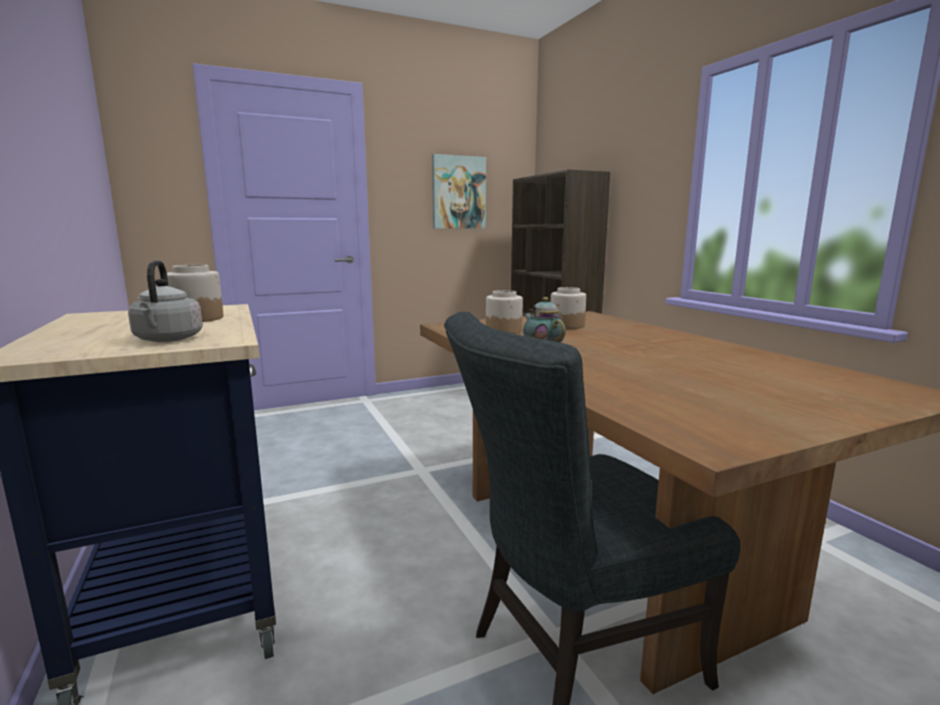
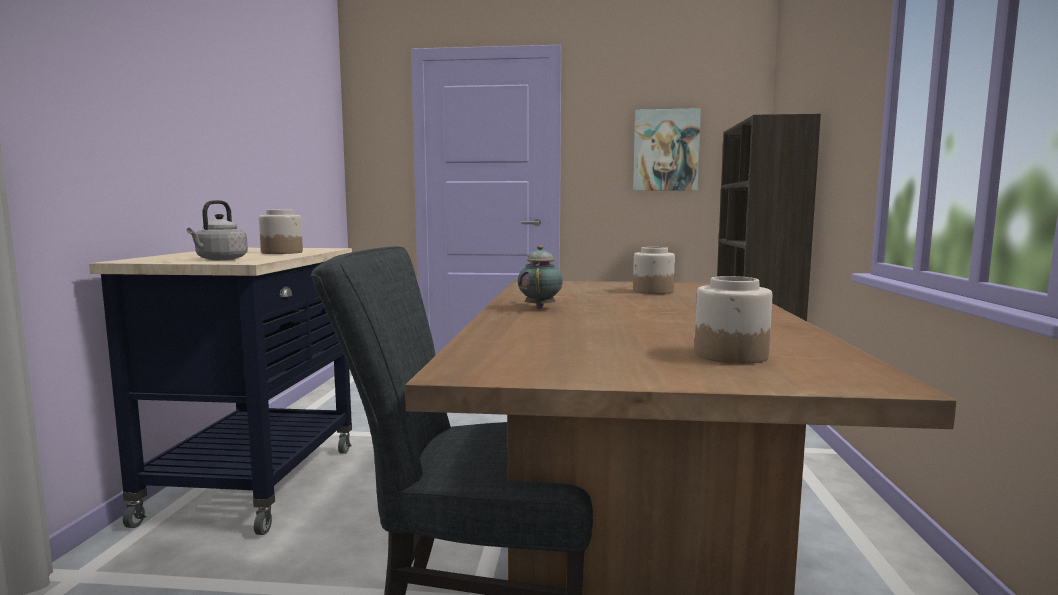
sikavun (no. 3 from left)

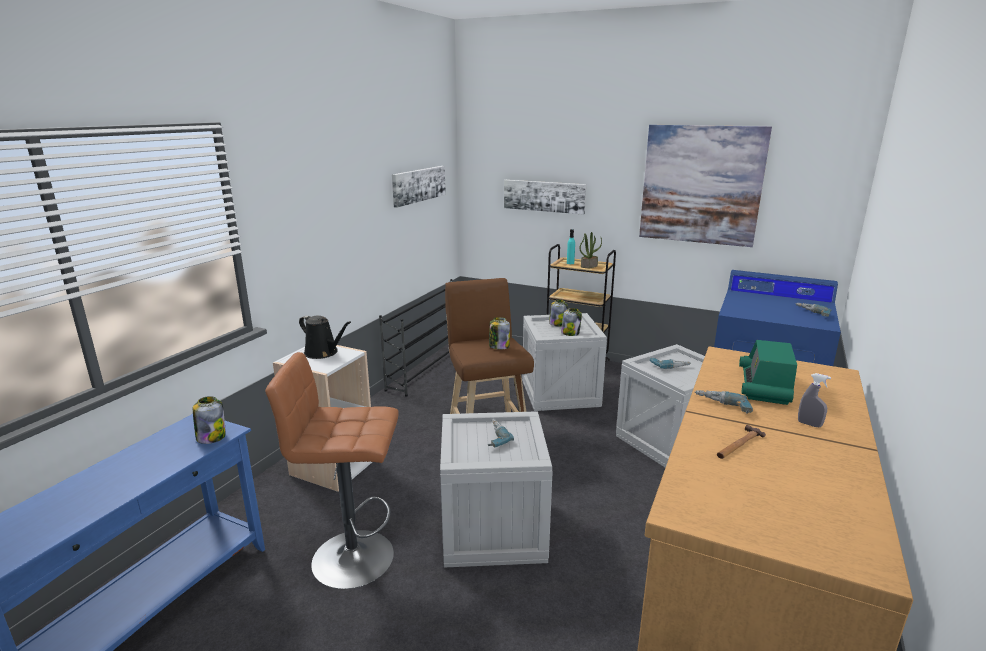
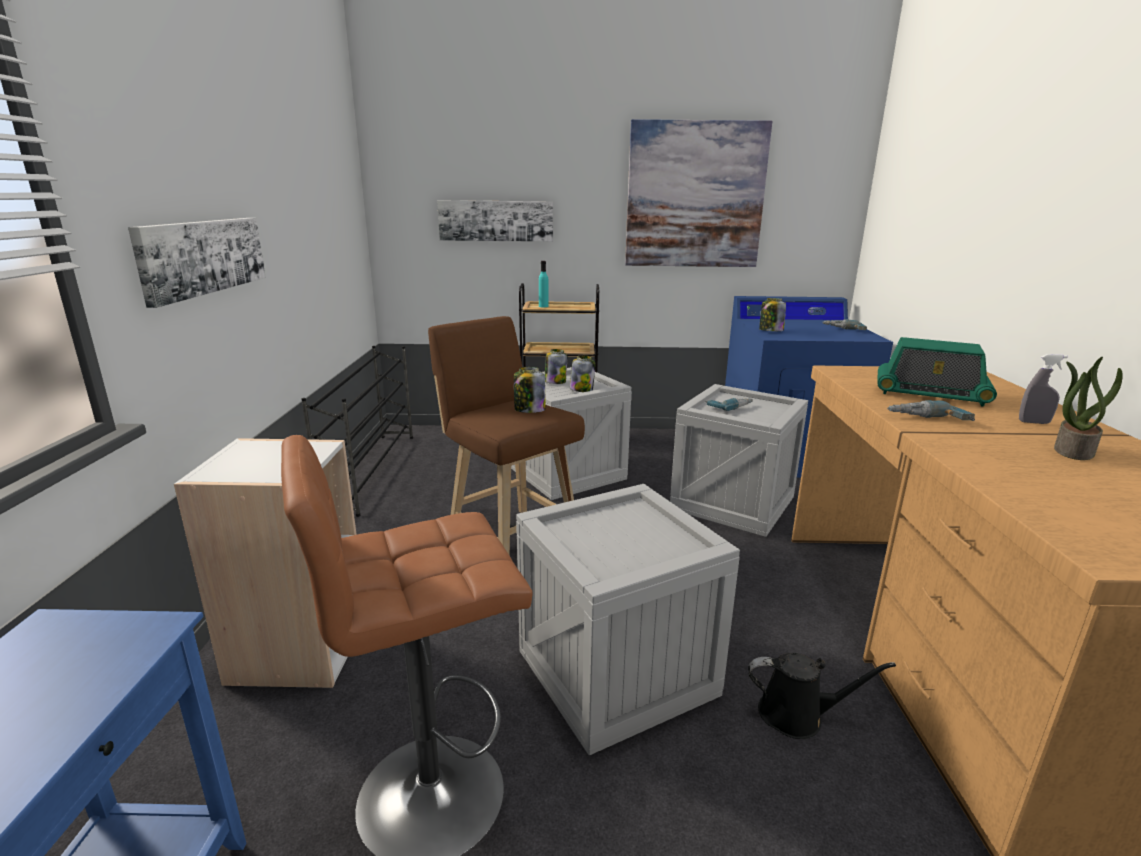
sikavun (no. 4 from left); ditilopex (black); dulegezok (no. 1 from left); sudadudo (no. 1 from left in the first image); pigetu; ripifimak; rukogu

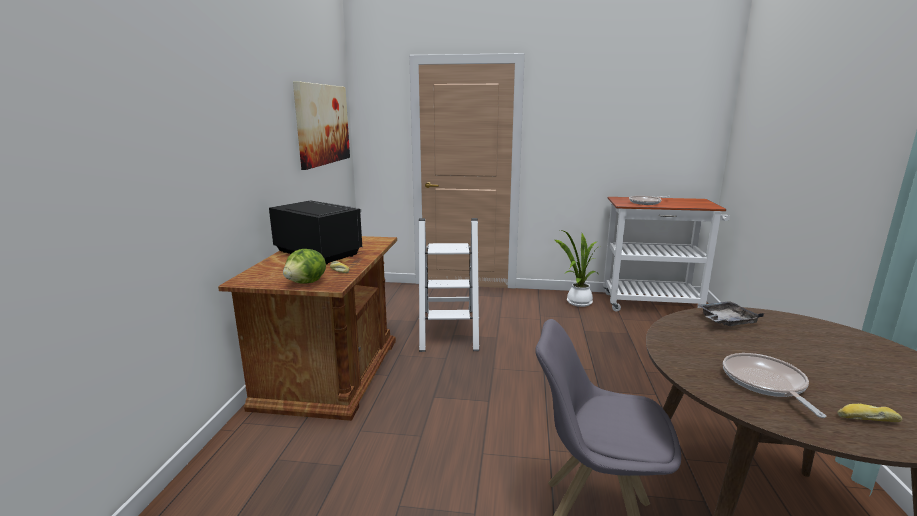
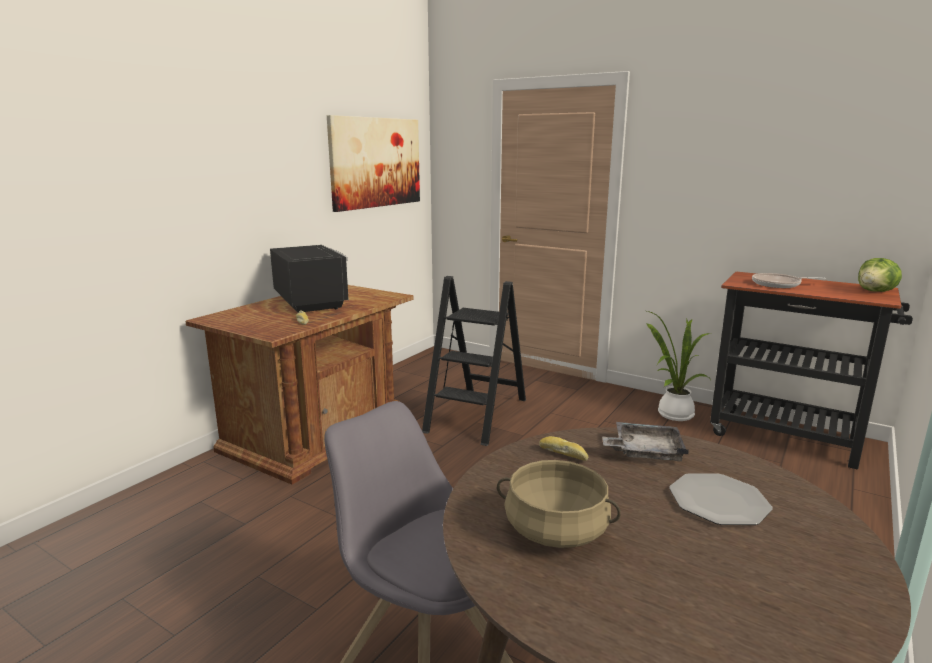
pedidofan; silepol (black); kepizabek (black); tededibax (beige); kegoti (no. 2 from left); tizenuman

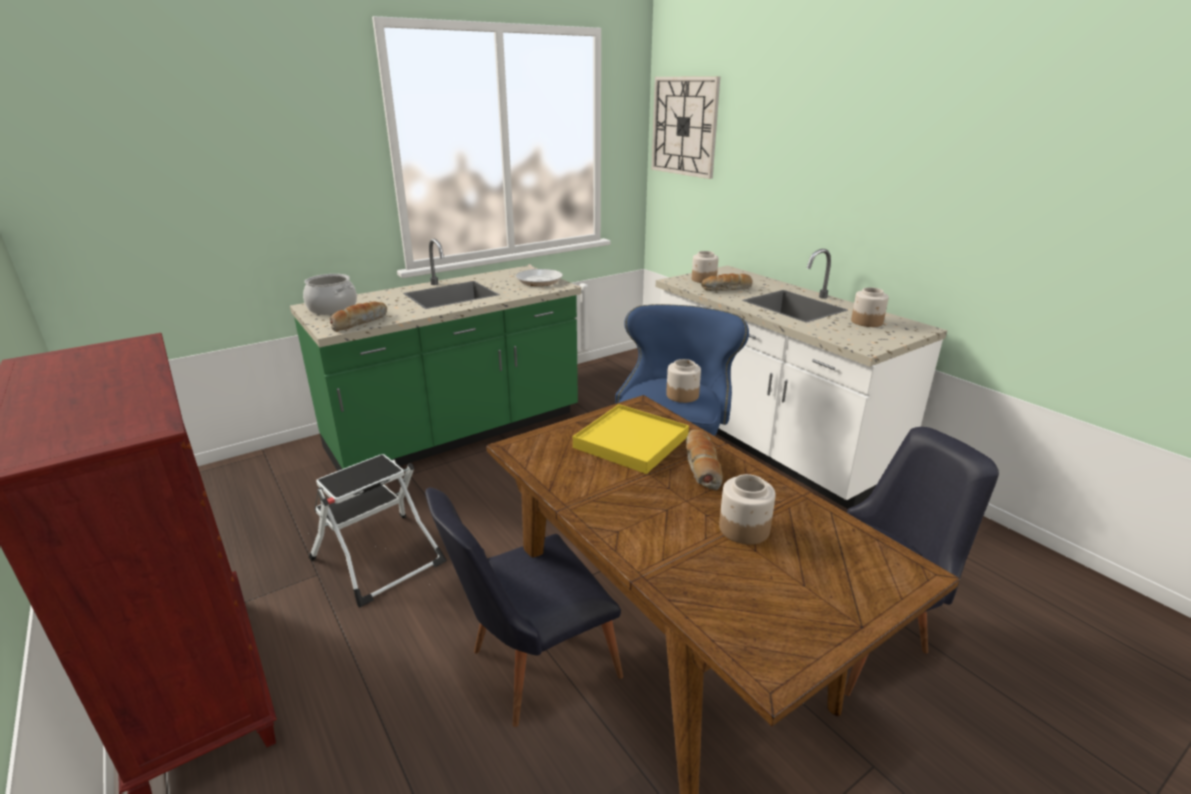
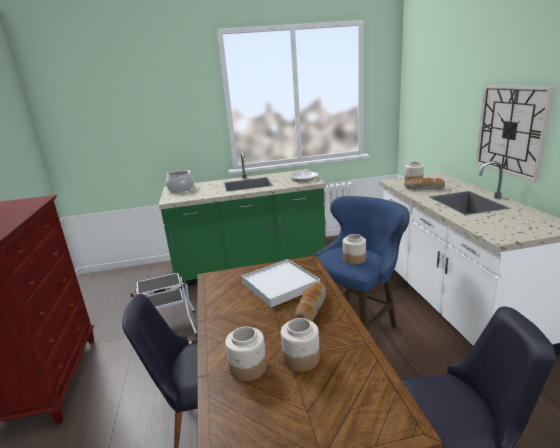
kegoti (no. 1 from left in the first image); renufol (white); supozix; sikavun (no. 1 from left)

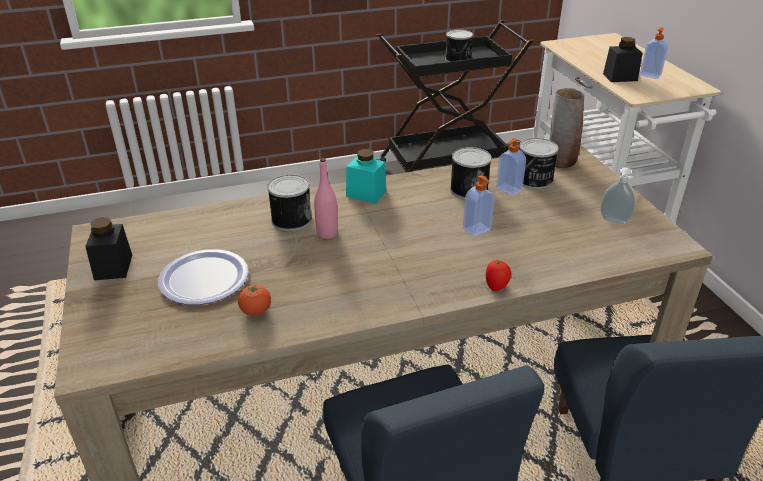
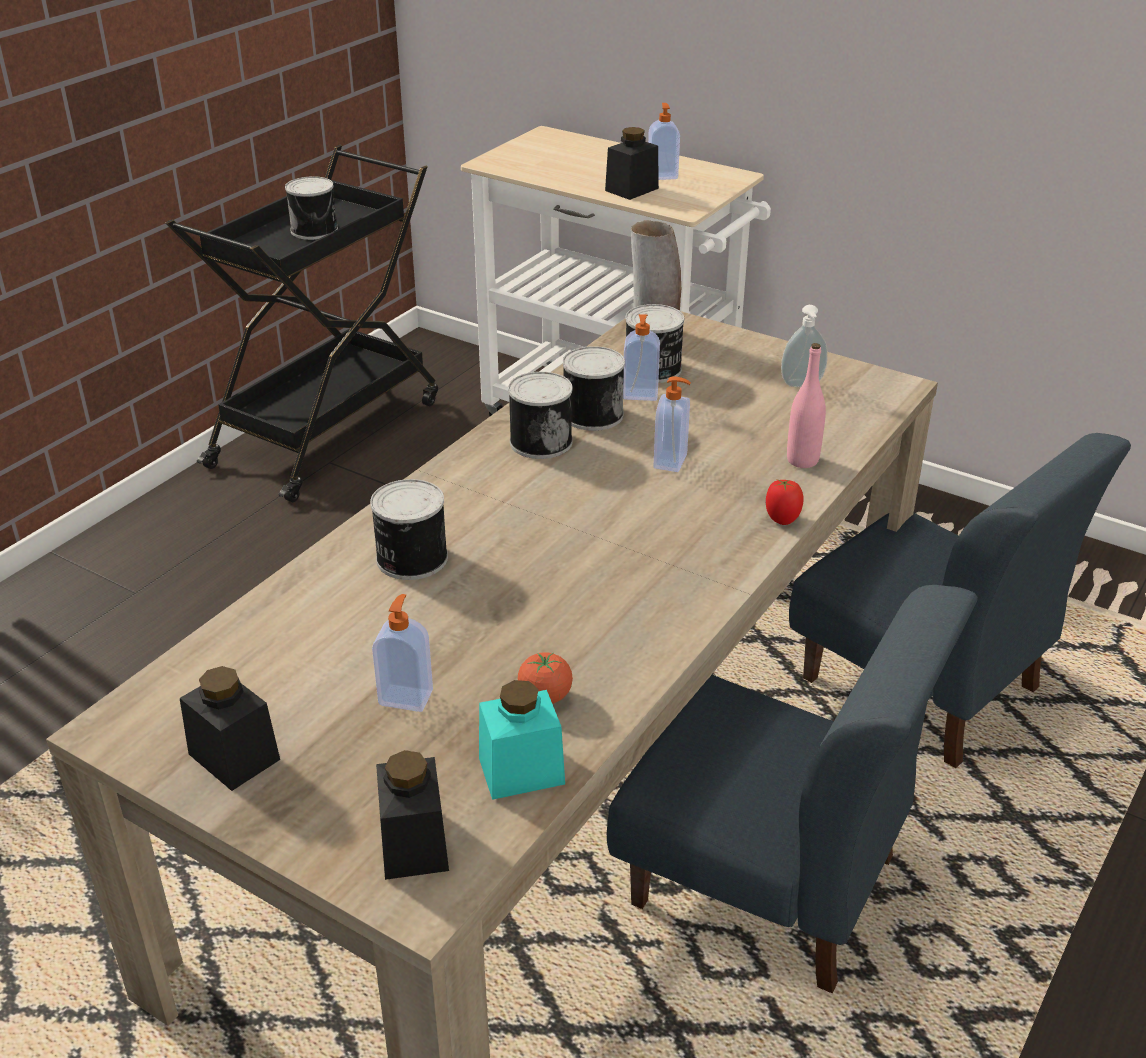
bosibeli (no. 1 from left); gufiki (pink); sikavun (turquoise); sikavun (black) (no. 2 from left); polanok (no. 3 from left)

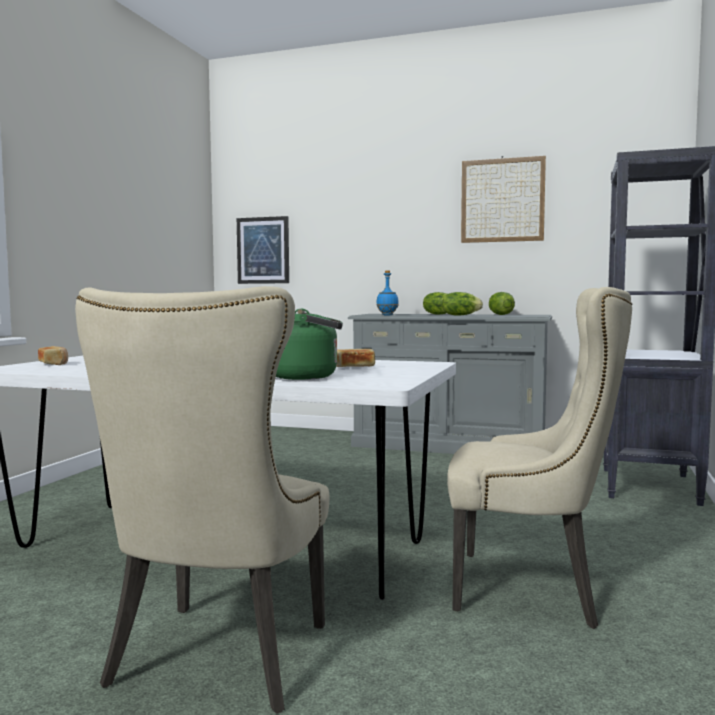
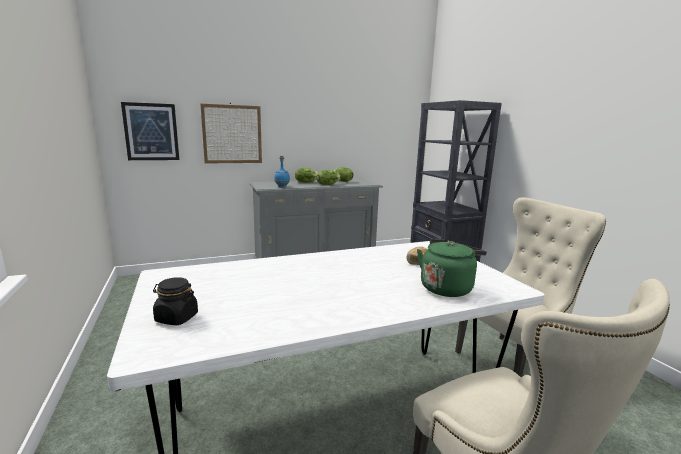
sikavun (black); dulegezok (no. 2 from left)

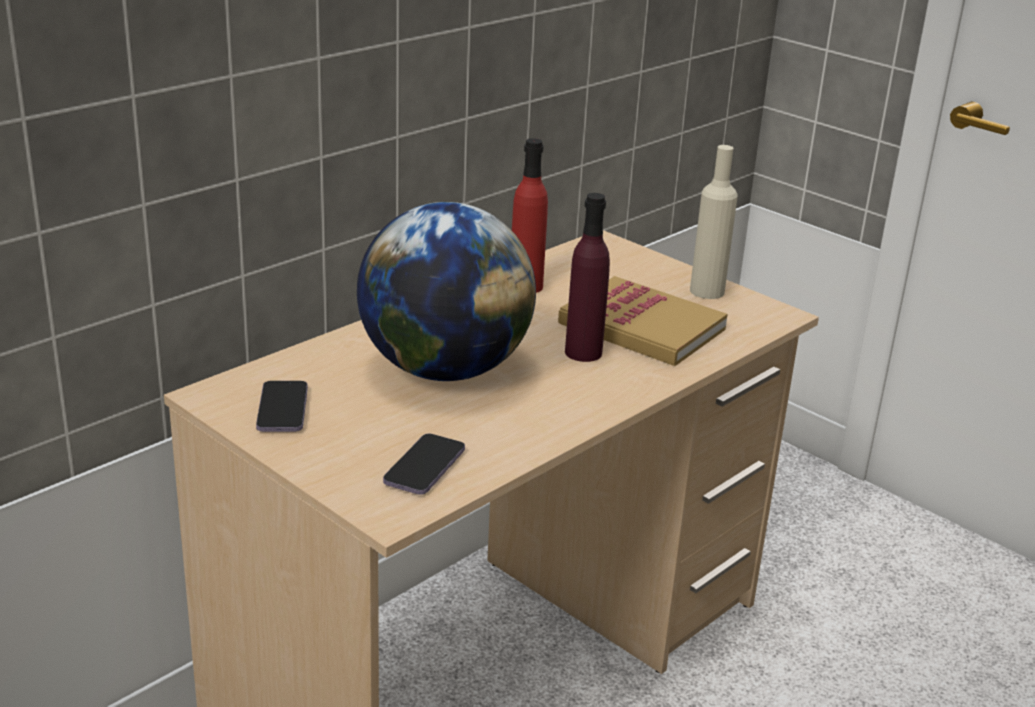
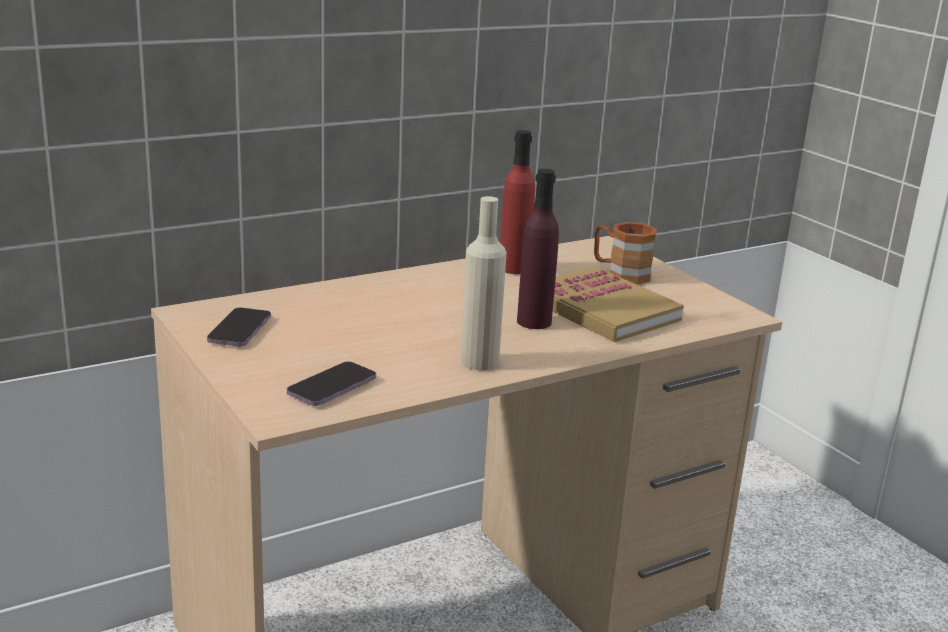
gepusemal; gufiki (beige); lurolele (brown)

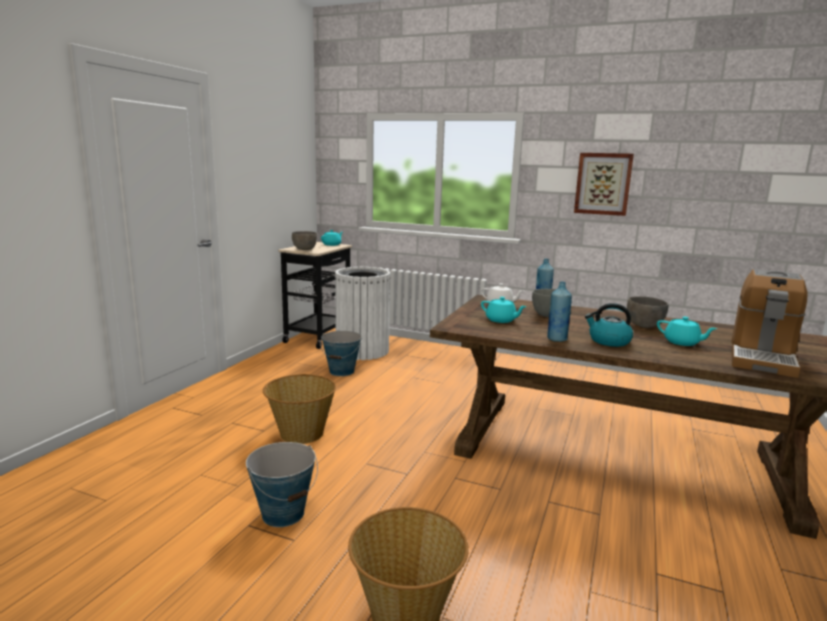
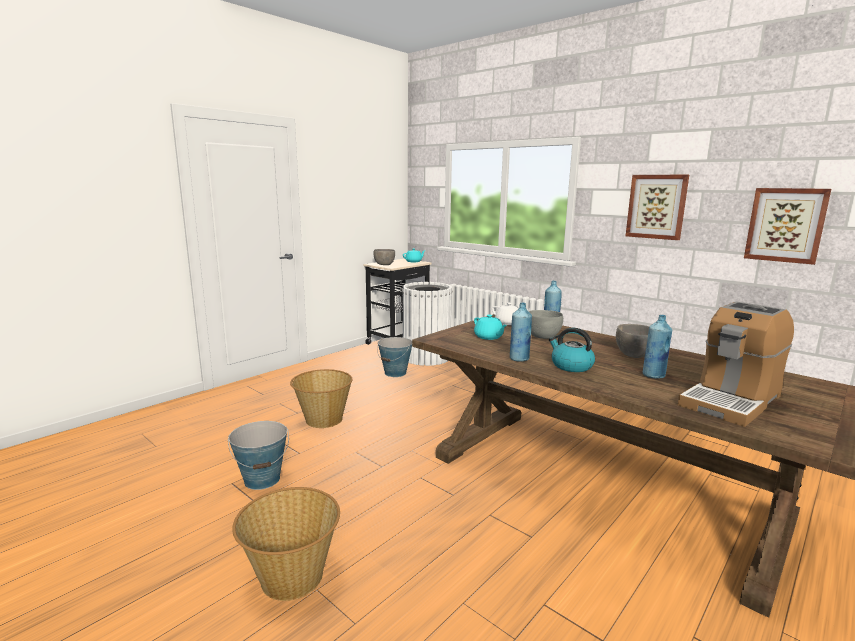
gufiki (blue) (no. 3 from left); dulegezok (no. 2 from left)

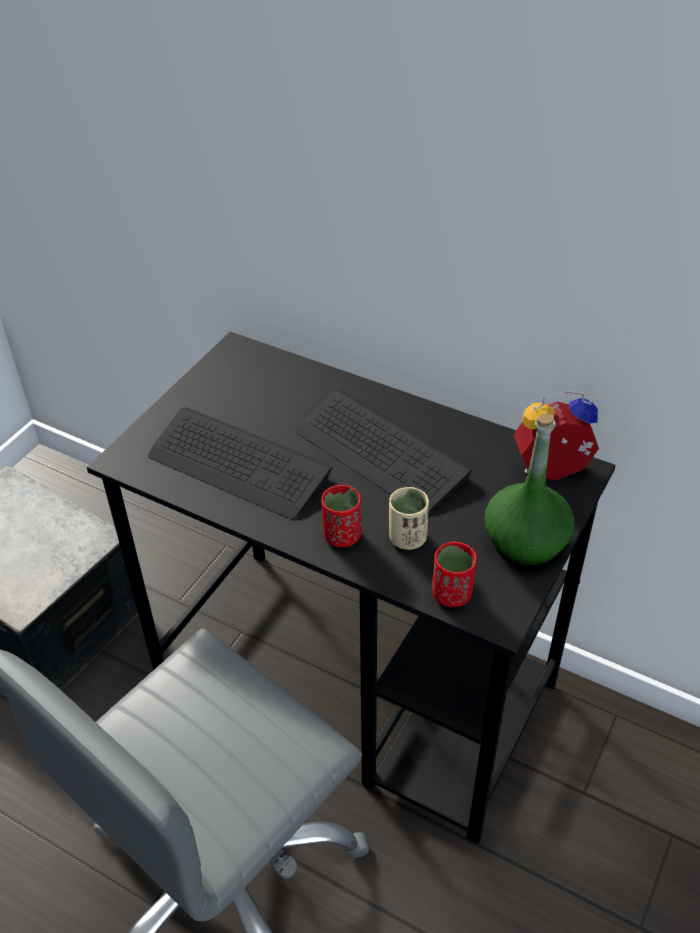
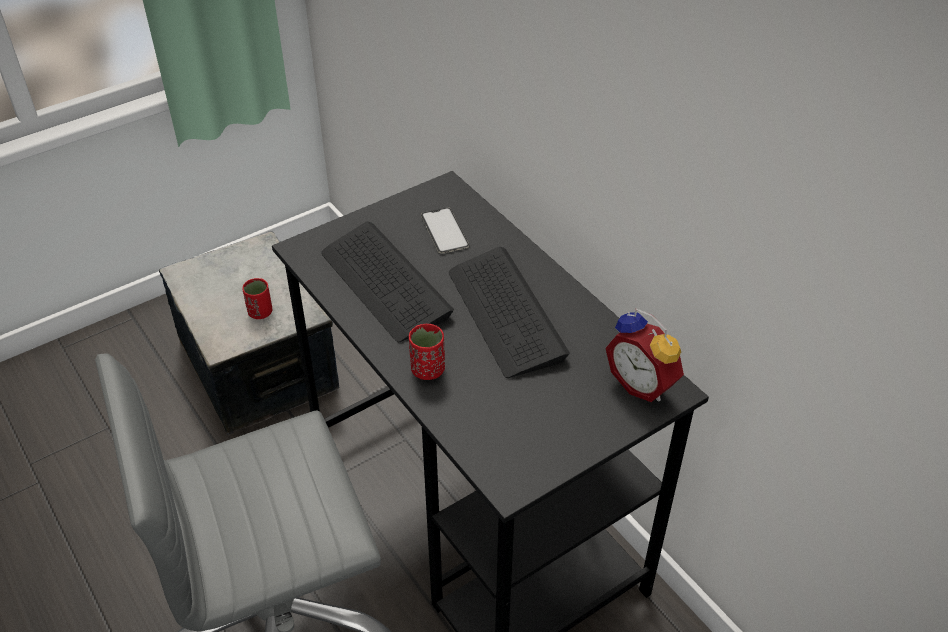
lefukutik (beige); lefukutik (red) (no. 1 from left); gufiki (green); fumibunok; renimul

